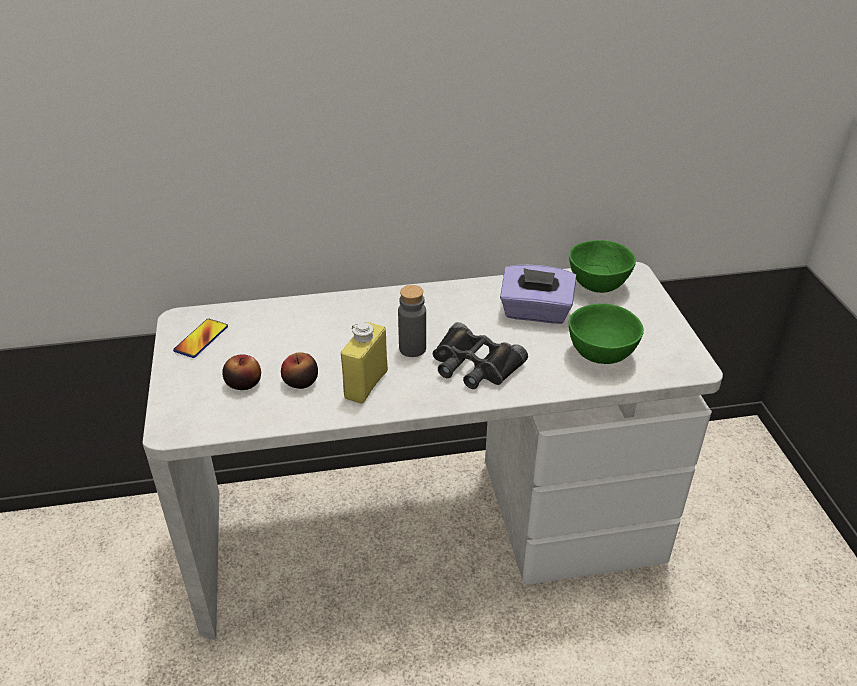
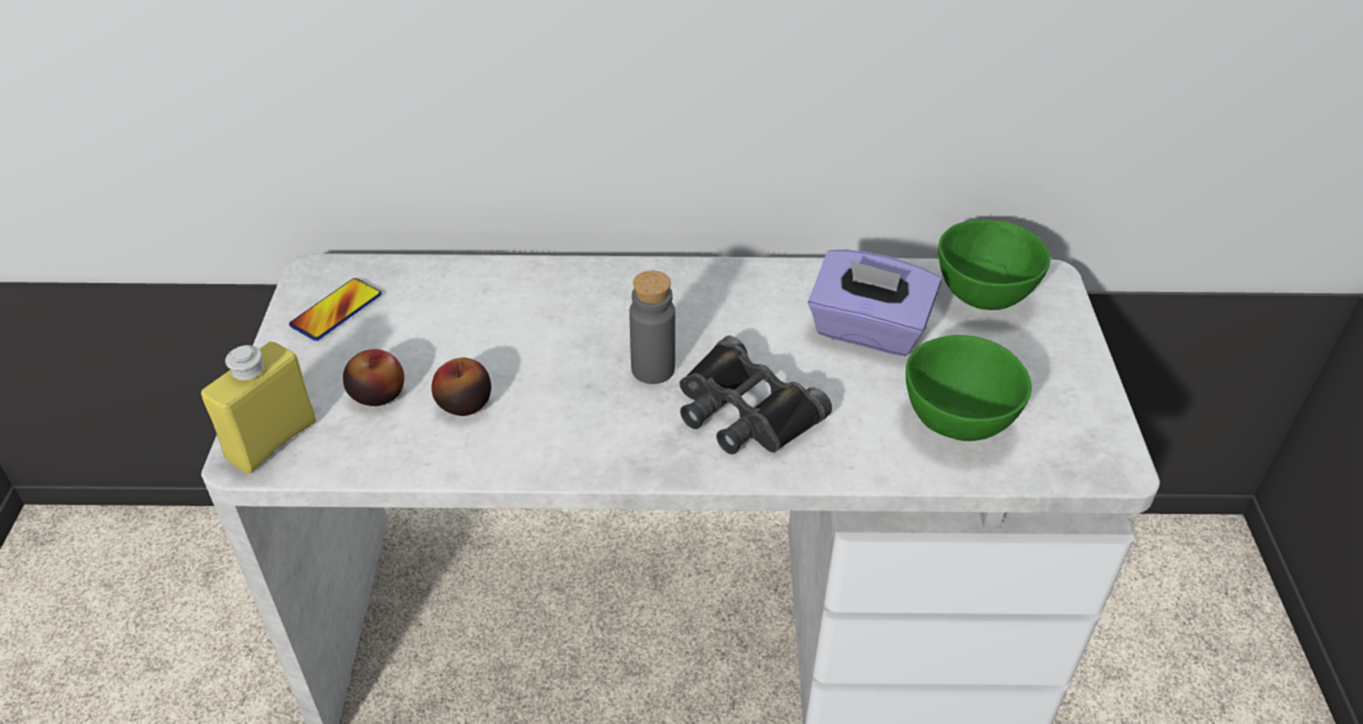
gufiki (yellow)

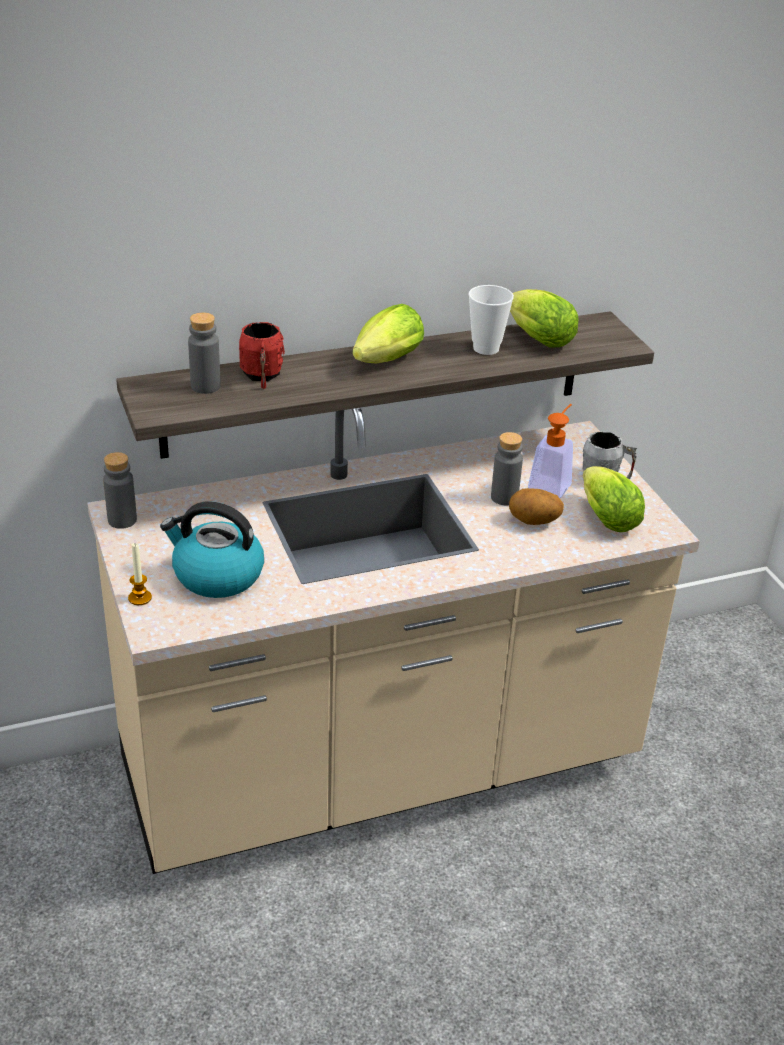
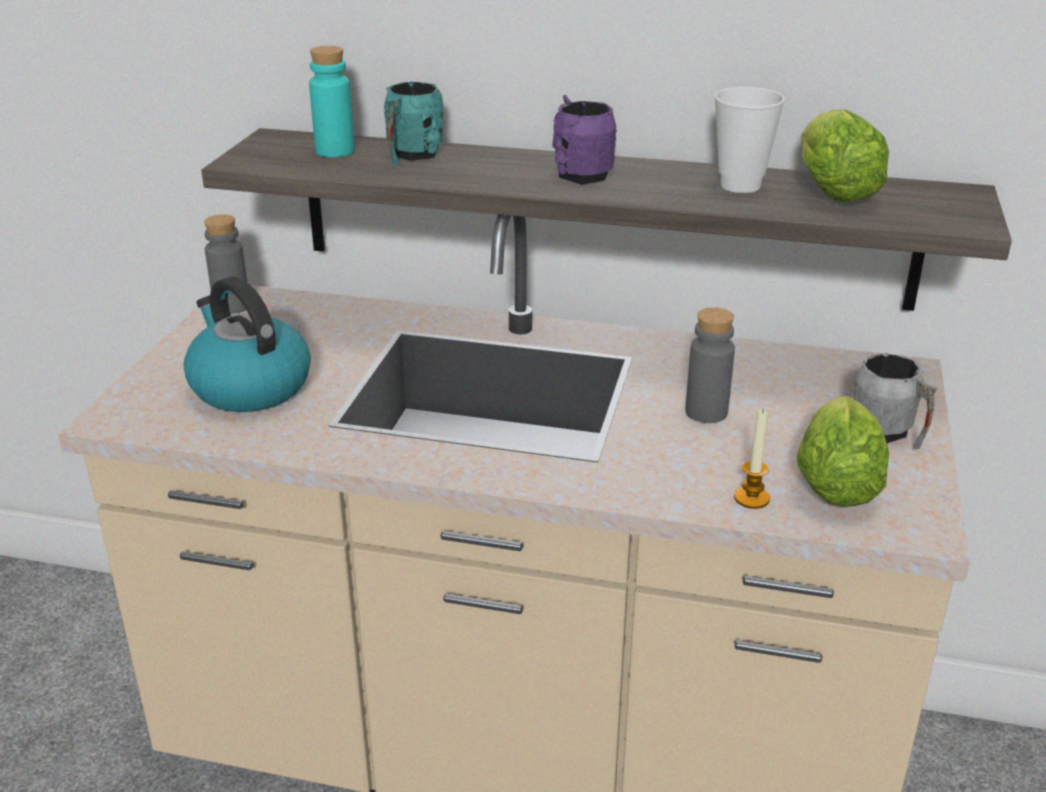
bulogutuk; gufiki (turquoise); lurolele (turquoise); lurolele (purple); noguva; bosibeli

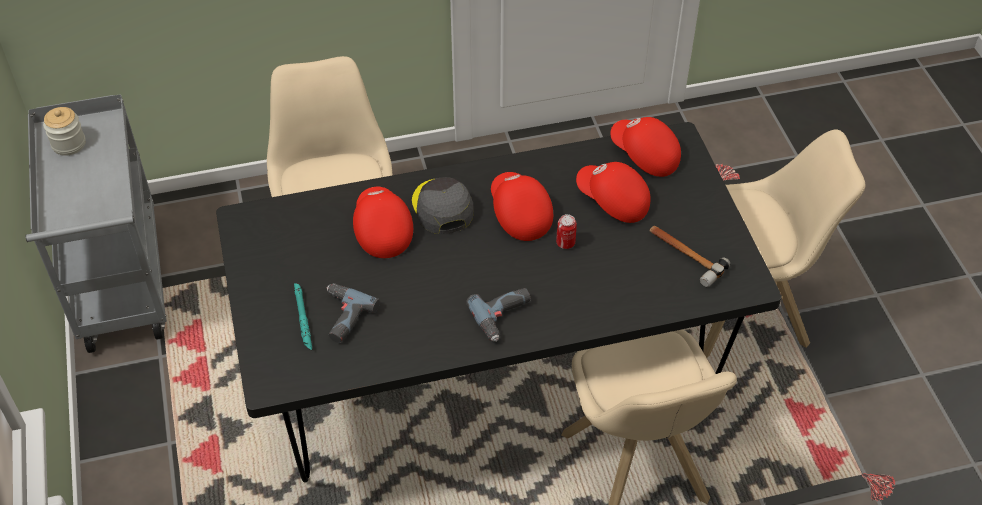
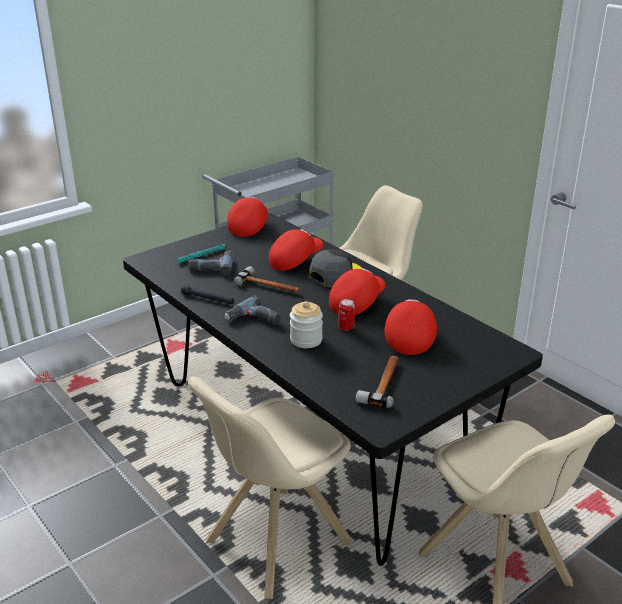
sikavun; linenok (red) (no. 1 from left); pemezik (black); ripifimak (no. 1 from left)

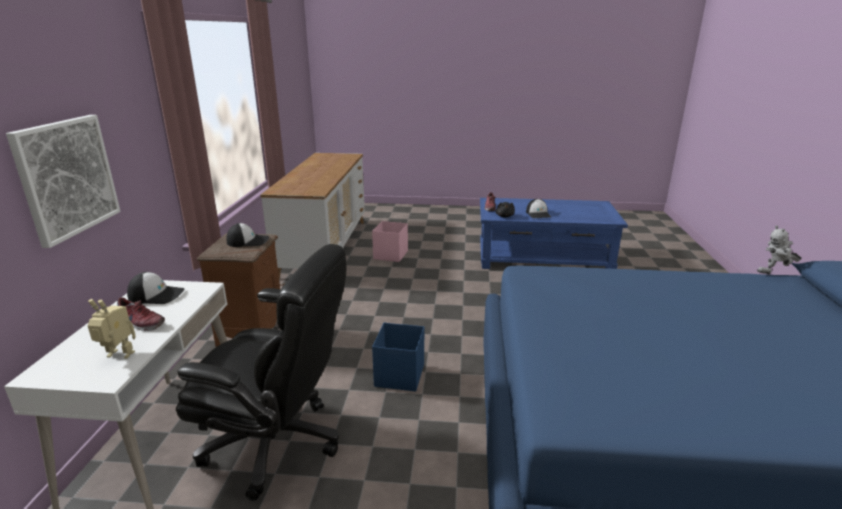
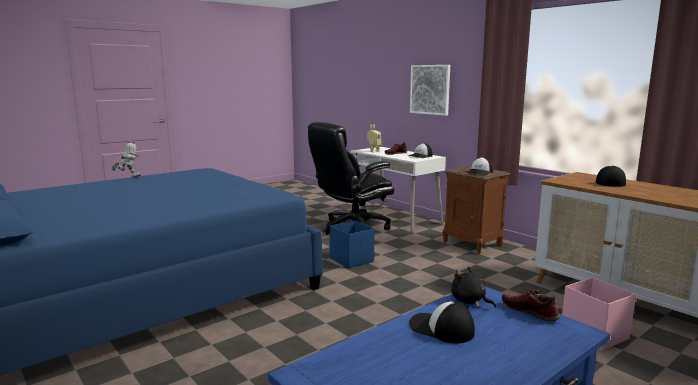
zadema (no. 1 from left); linenok (no. 4 from left)

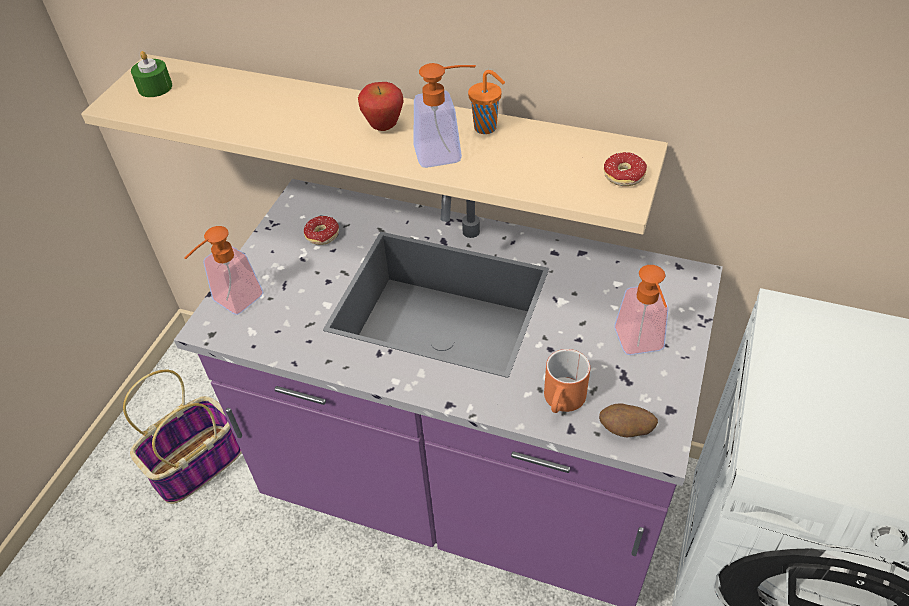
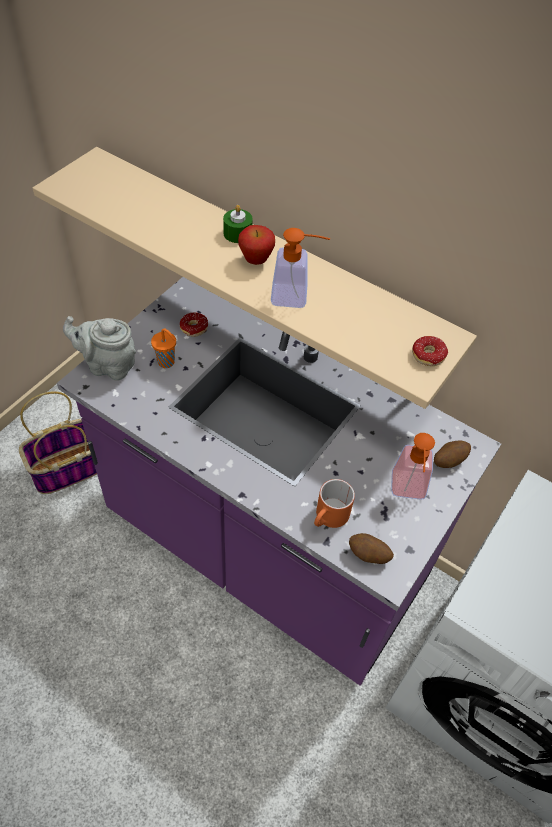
bulogutuk (green); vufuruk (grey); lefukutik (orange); noguva (no. 2 from left)

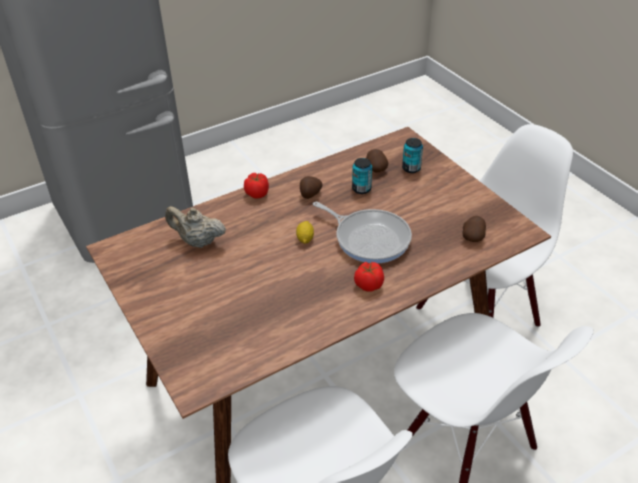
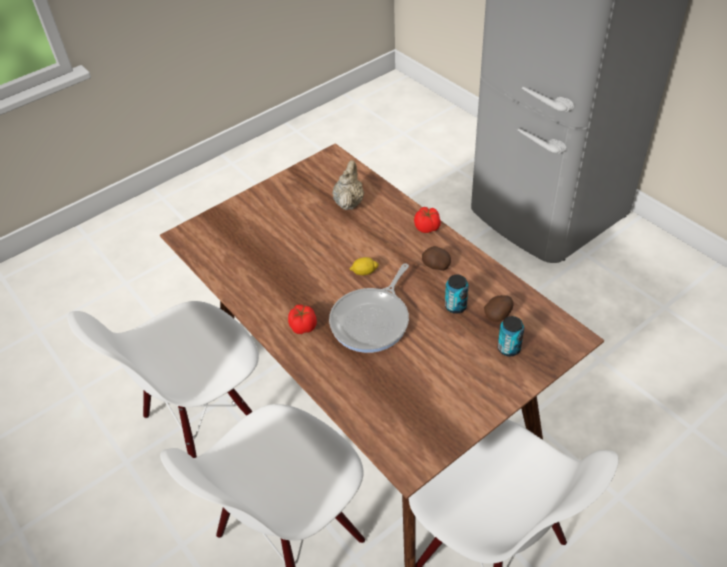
noguva (no. 3 from left in the first image)

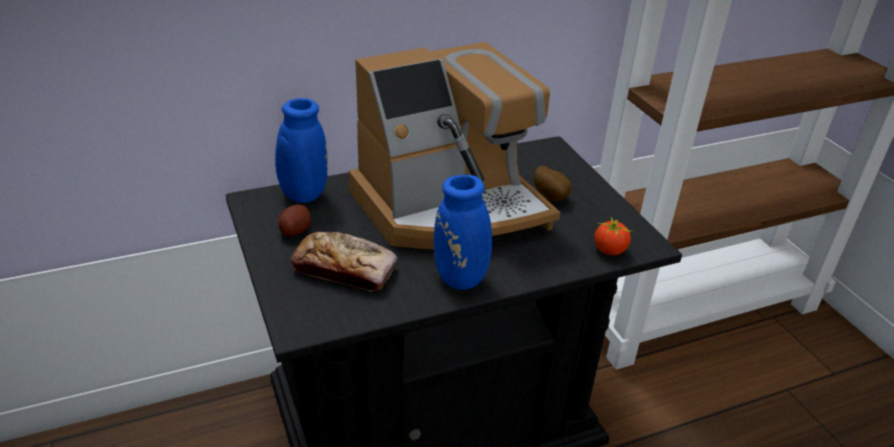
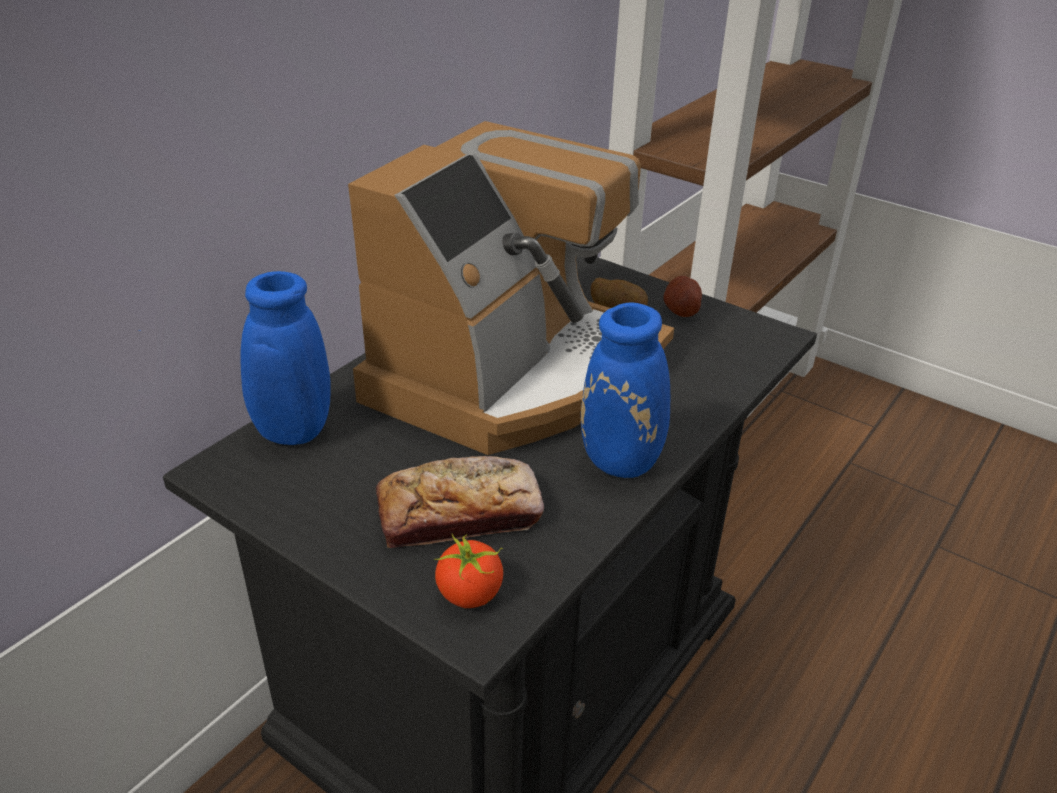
noguva (no. 2 from left); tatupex

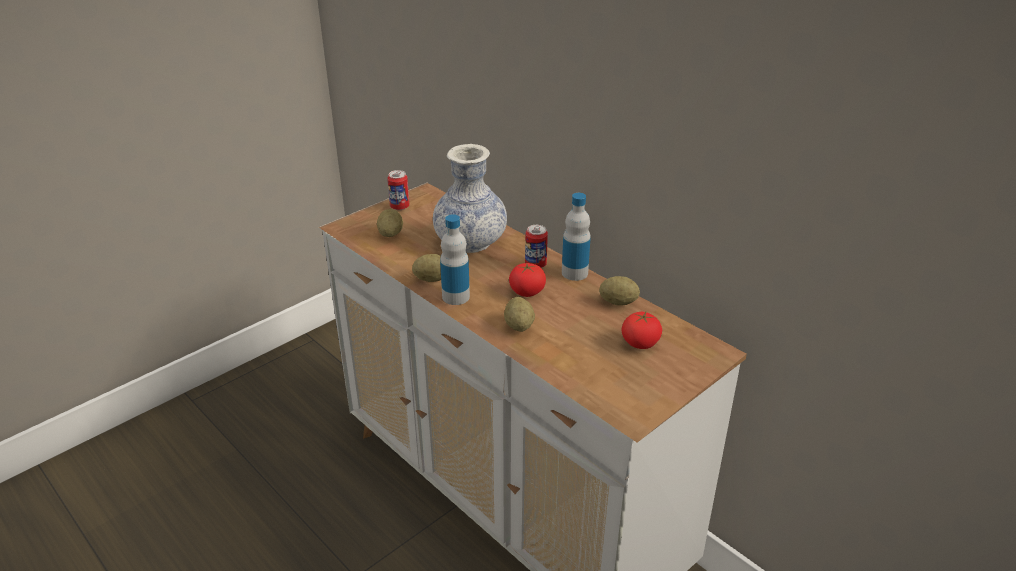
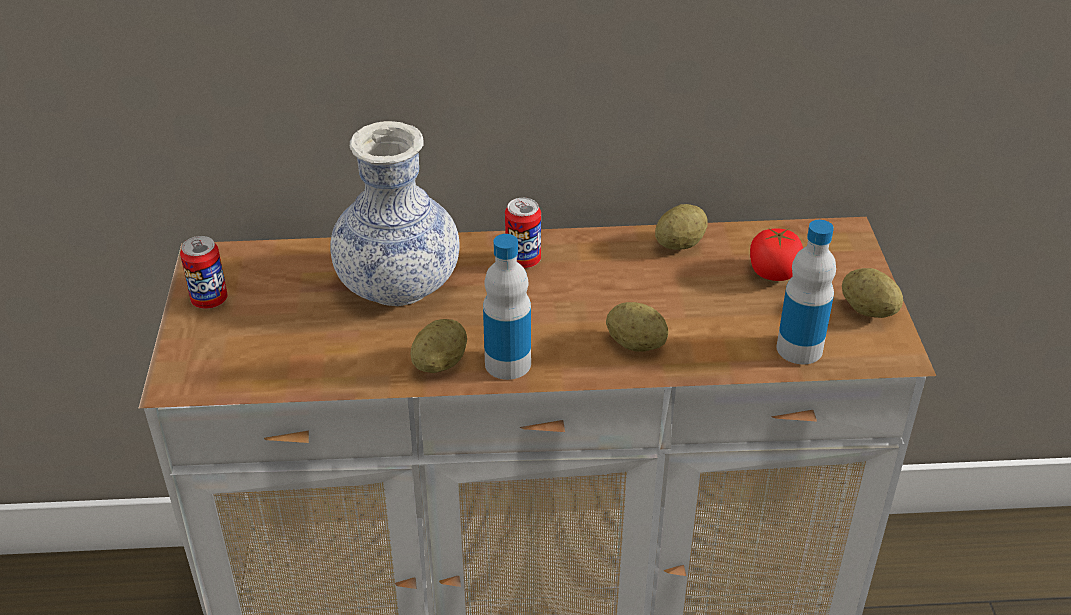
noguva (no. 4 from left); tatupex (no. 1 from left in the first image); gufiki (no. 2 from left)

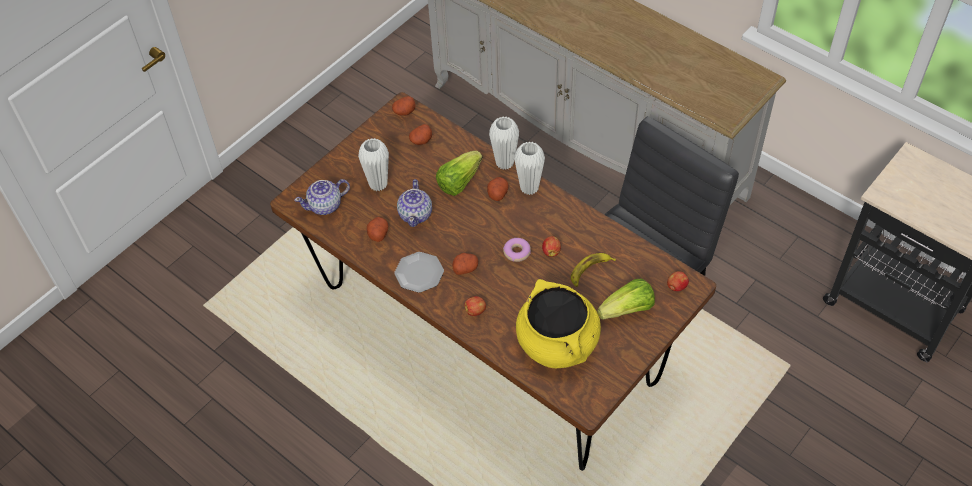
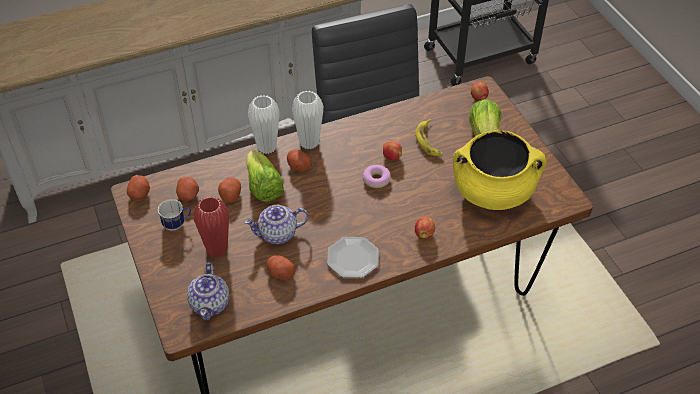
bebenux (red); vufuruk (no. 2 from left); noguva (no. 3 from left); lurolele

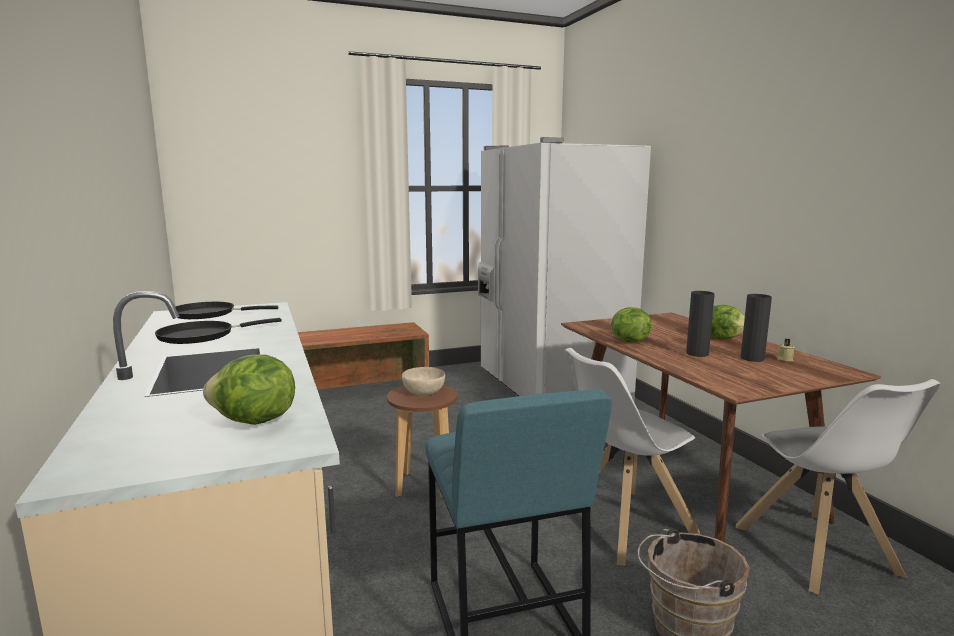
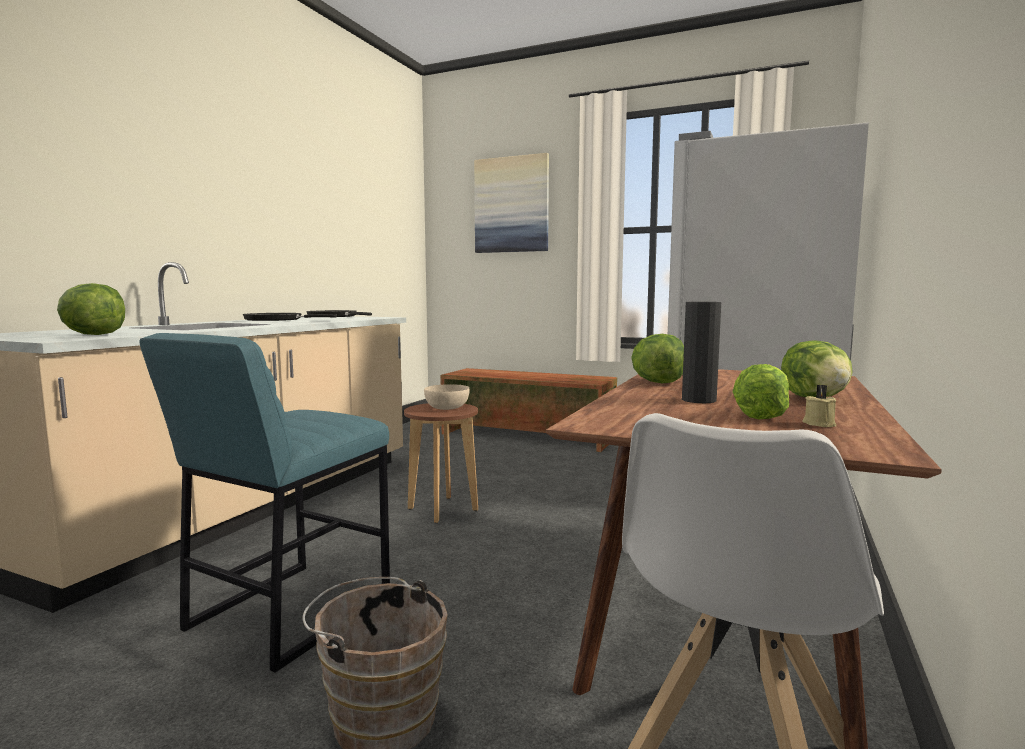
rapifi (no. 1 from left in the first image); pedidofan (no. 3 from left); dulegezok

